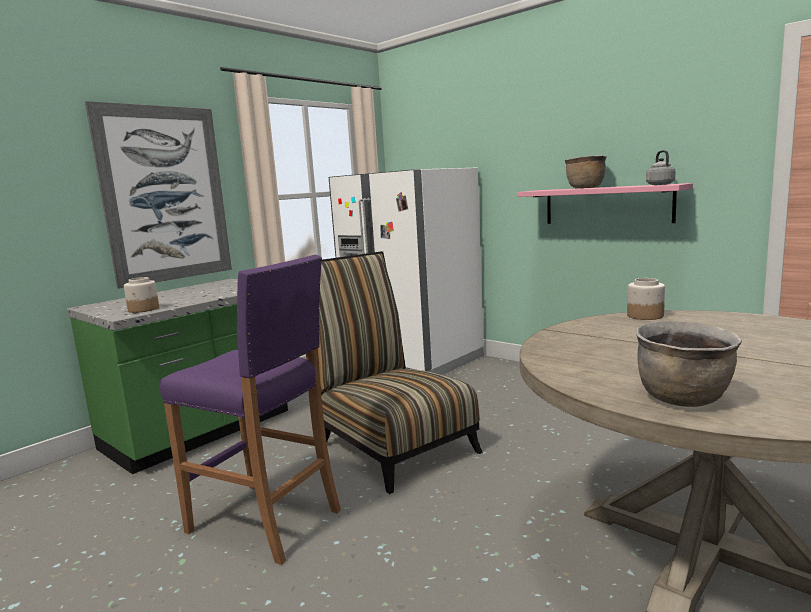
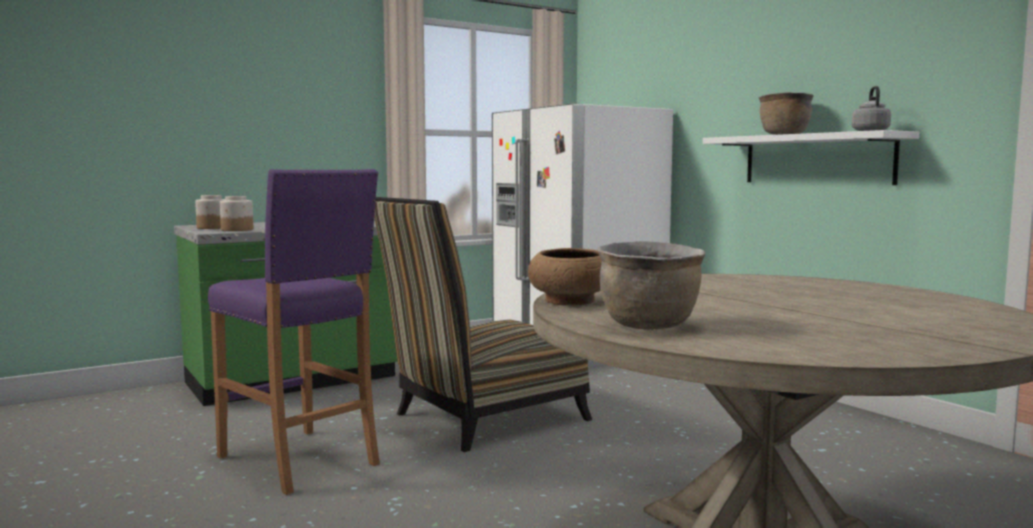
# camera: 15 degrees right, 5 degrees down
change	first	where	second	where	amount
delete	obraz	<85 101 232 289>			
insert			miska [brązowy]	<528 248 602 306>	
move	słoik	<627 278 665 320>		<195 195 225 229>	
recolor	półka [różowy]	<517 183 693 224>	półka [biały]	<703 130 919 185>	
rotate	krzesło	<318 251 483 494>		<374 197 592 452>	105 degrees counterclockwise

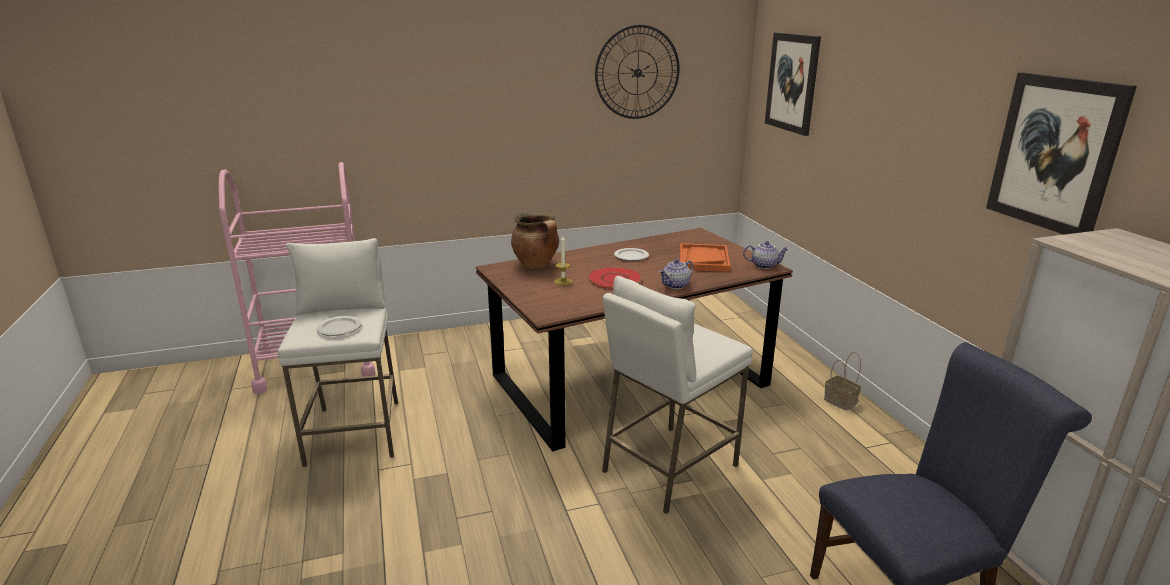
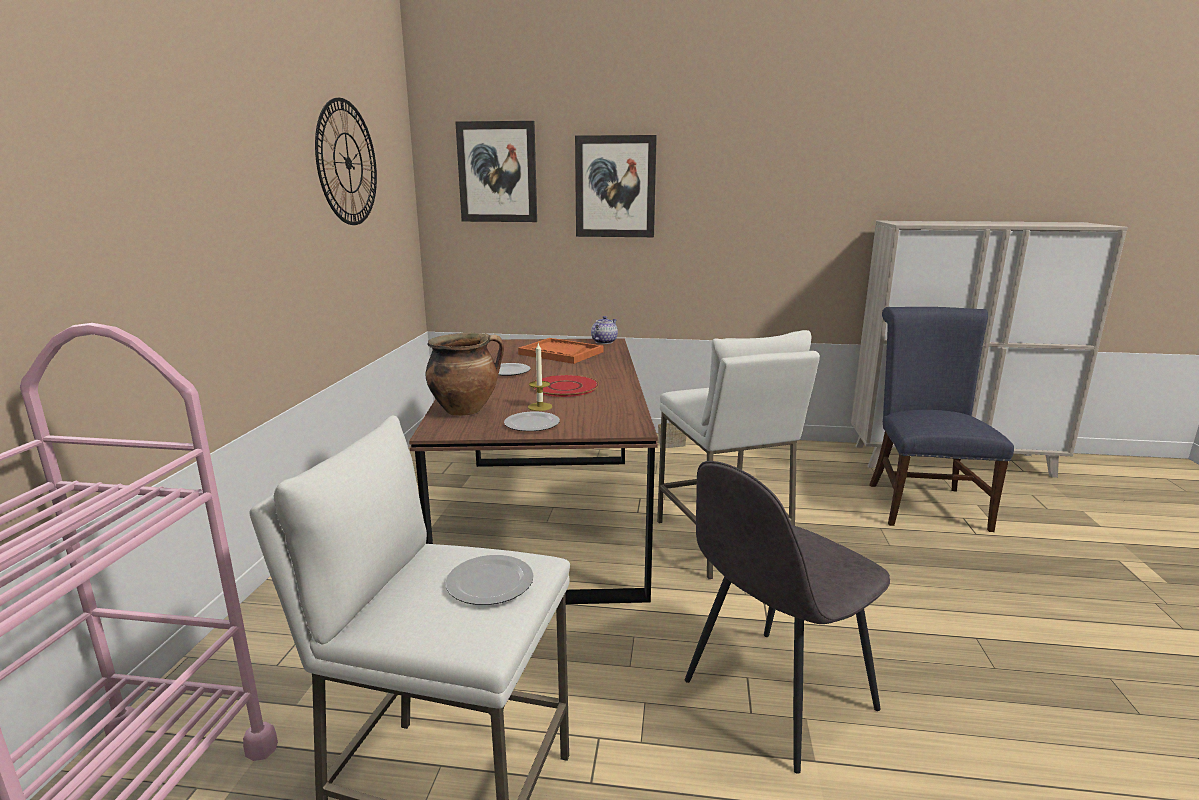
# camera: 65 degrees left, 5 degrees down
change	first	where	second	where	amount
delete	imbryk	<659 259 693 289>			
insert			talerz	<504 412 560 431>	
insert			krzesło [szary]	<685 461 890 774>	
move	obraz	<986 72 1137 235>		<575 135 657 237>	

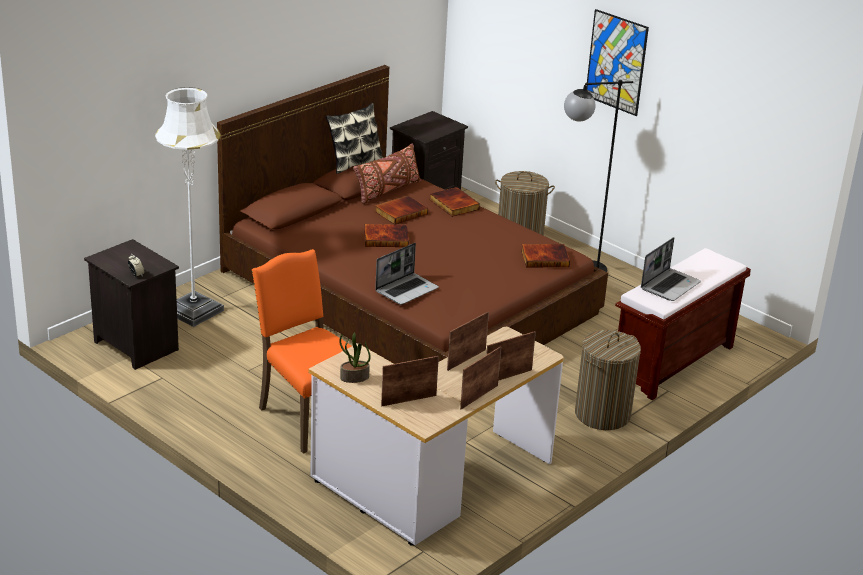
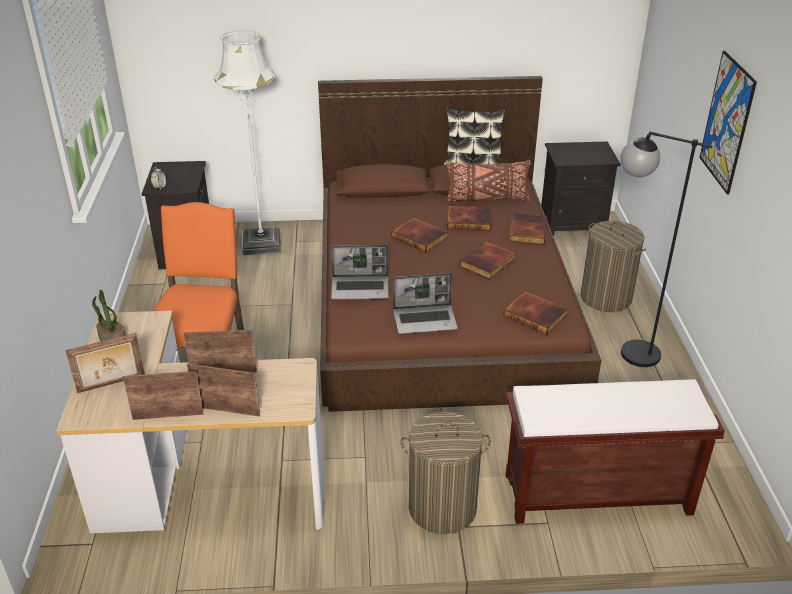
# camera: 45 degrees right, 5 degrees up
change	first	where	second	where	amount
insert			książka	<460 241 516 280>	
move	laptop	<641 237 701 301>		<393 273 458 334>	
rotate	ramka na zdjęcie	<381 356 439 406>		<66 333 145 393>	135 degrees clockwise

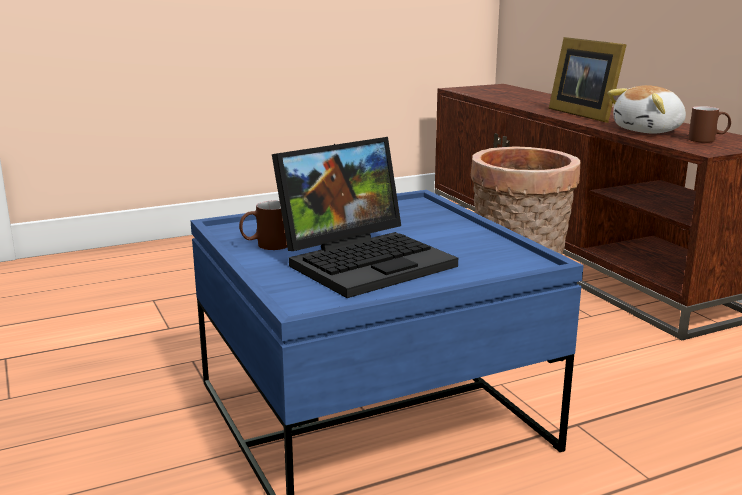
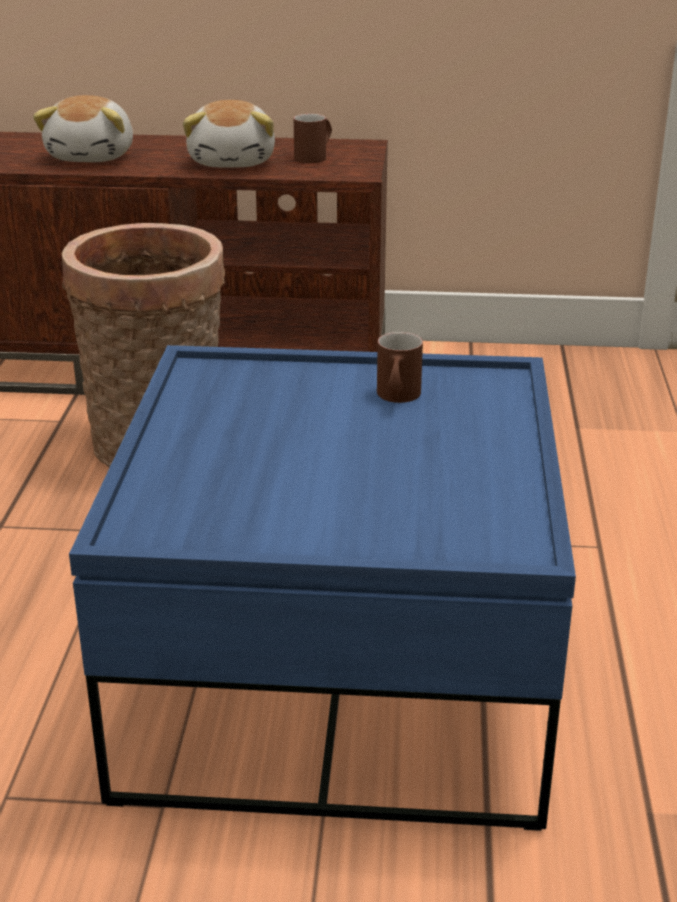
# camera: 60 degrees left, 10 degrees up
change	first	where	second	where	amount
delete	laptop	<272 137 458 298>			
move	kubek [brązowy]	<239 200 287 250>		<377 332 423 403>	
replace	ramka na zdjęcie	<549 37 627 123>	pluszak	<33 95 133 162>	

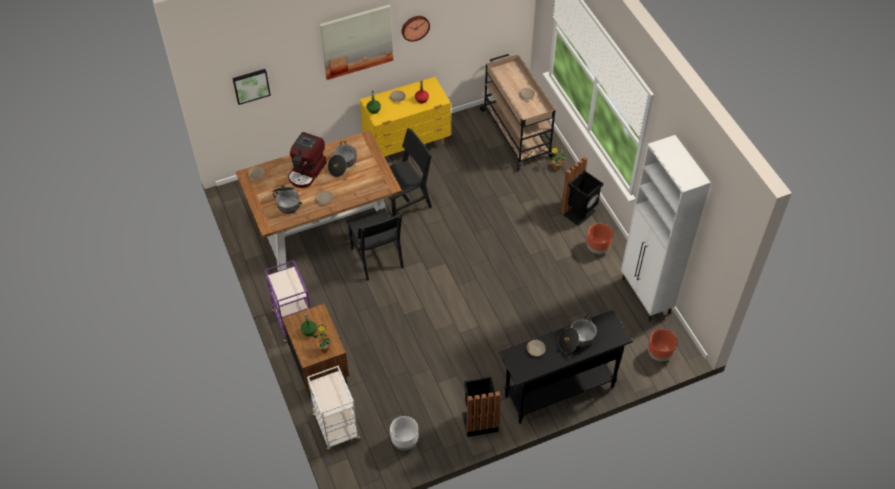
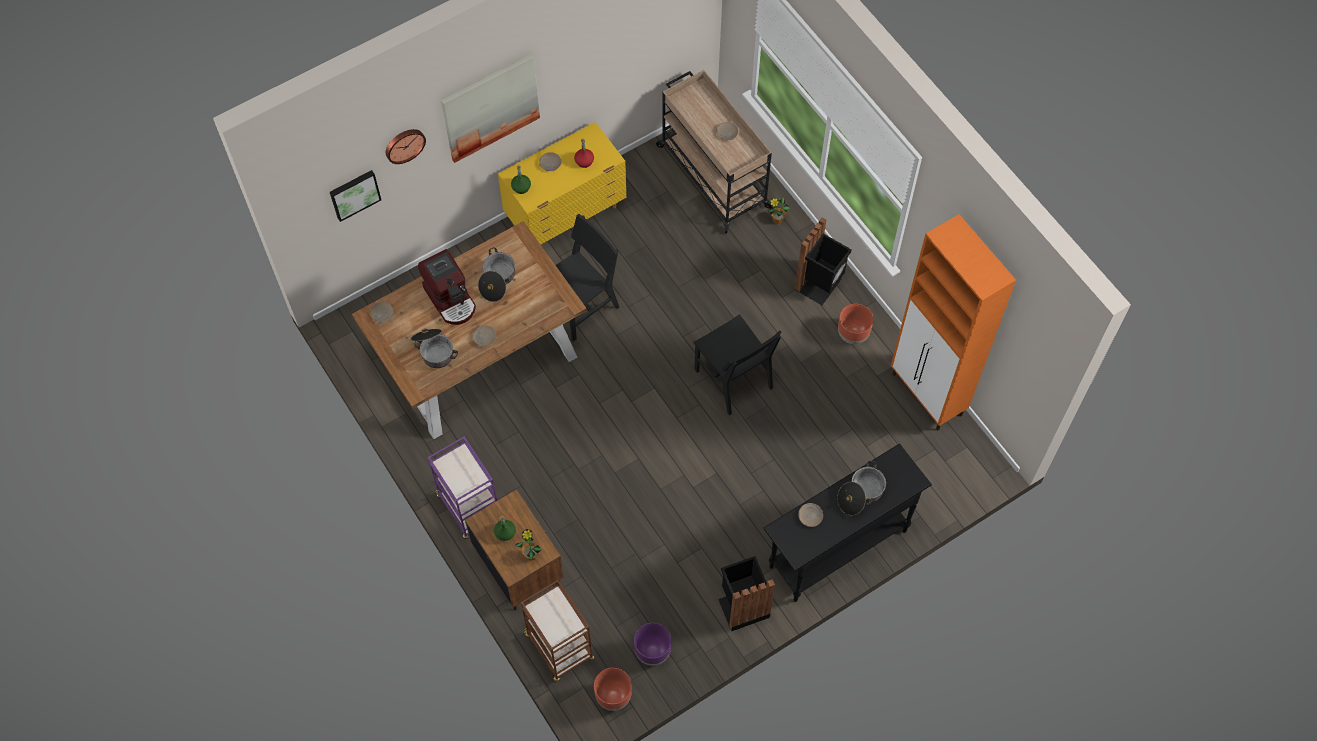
# camera: 10 degrees left, 10 degrees up
change	first	where	second	where	amount
move	krzesło [czarny]	<346 208 404 281>		<693 314 782 415>	
move	zegar ścienny	<402 16 430 42>		<386 129 426 164>	
move	donica [brązowy]	<648 329 677 362>		<594 668 632 711>	
recolor	wózek [biały]	<307 365 360 451>	wózek [brązowy]	<521 580 594 682>	
recolor	donica [biały]	<390 416 418 450>	donica [fioletowy]	<634 623 671 666>	
recolor	szafka [biały]	<621 135 711 321>	szafka [pomarańczowy]	<891 214 1016 431>	
rotate	ekspres do kawy	<288 132 327 188>		<418 249 476 325>	45 degrees counterclockwise

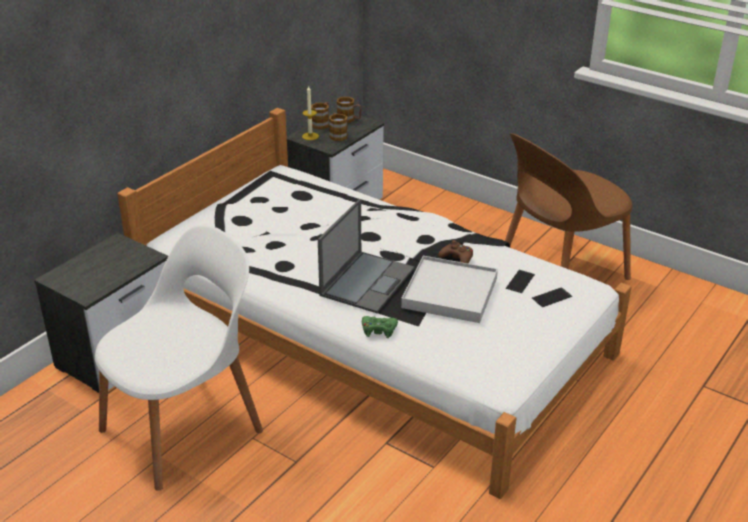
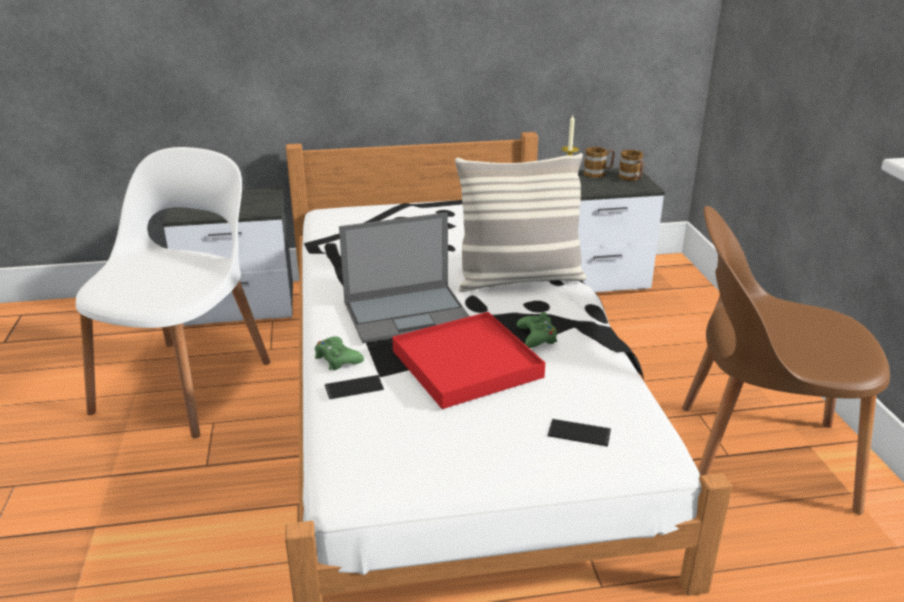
# camera: 45 degrees right, 5 degrees down
change	first	where	second	where	amount
delete	kubek	<329 113 348 141>			
insert			poduszka	<455 153 587 292>	
move	telefon	<506 270 535 293>		<325 375 384 399>	
recolor	taca [biały]	<401 256 498 323>	taca [czerwony]	<392 312 545 409>	
recolor	pad do gier [brązowy]	<438 240 473 263>	pad do gier [zielony]	<517 312 557 348>	
rotate	krzesło [biały]	<95 225 263 491>		<76 147 270 438>	75 degrees counterclockwise

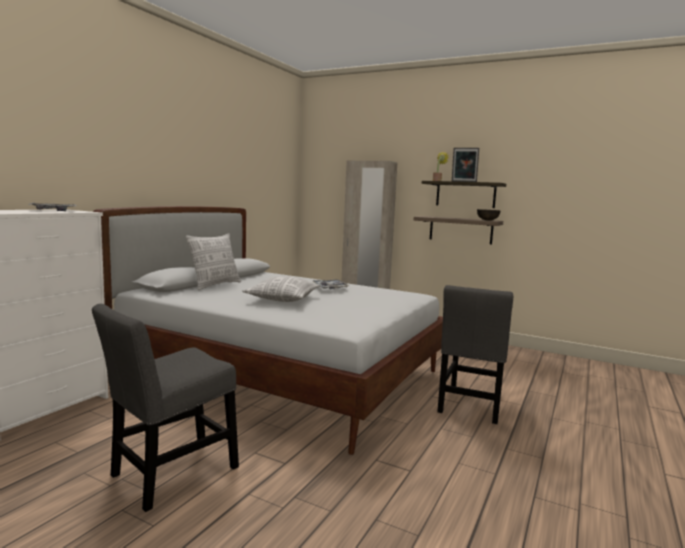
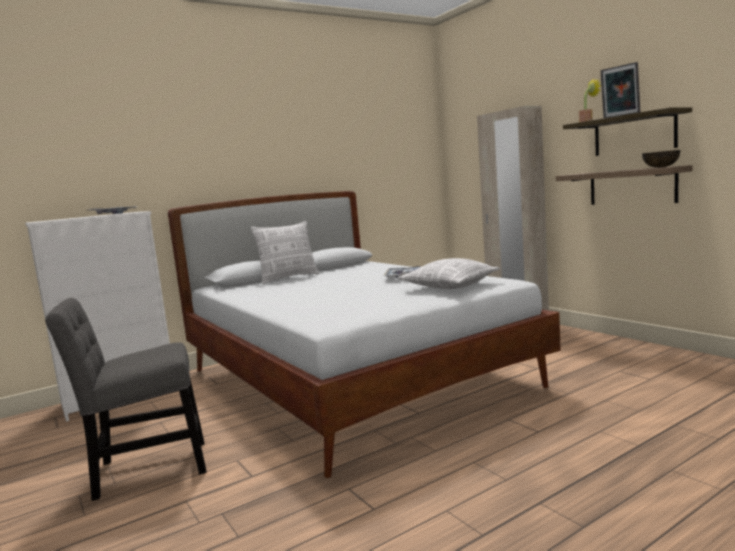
# camera: 30 degrees right, 0 degrees up
change	first	where	second	where	amount
delete	krzesło [szary]	<437 285 513 424>			
move	poduszka	<242 276 320 302>		<397 258 500 289>	

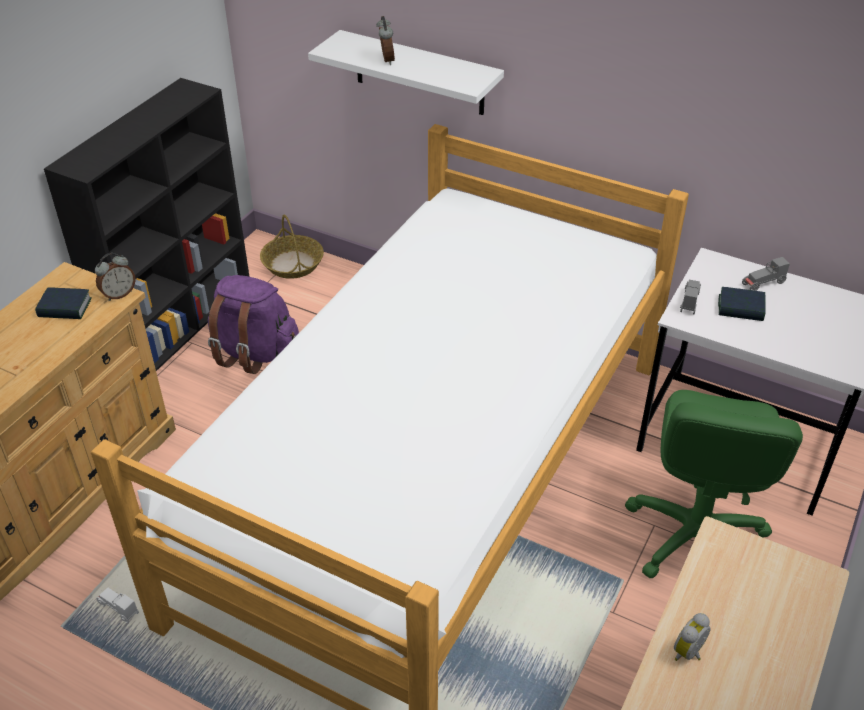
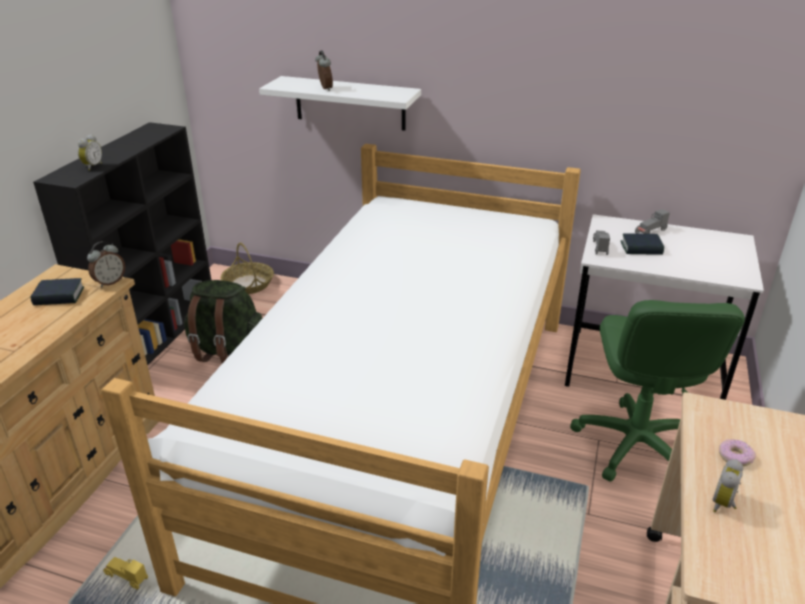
# camera: 10 degrees left, 10 degrees down
change	first	where	second	where	amount
insert			budzik	<78 134 102 171>	
insert			donut	<719 439 756 466>	
recolor	samochodzik [biały]	<96 588 139 624>	samochodzik [żółty]	<103 557 148 590>	
recolor	plecak [fioletowy]	<208 275 299 374>	plecak [zielony]	<184 280 263 363>	

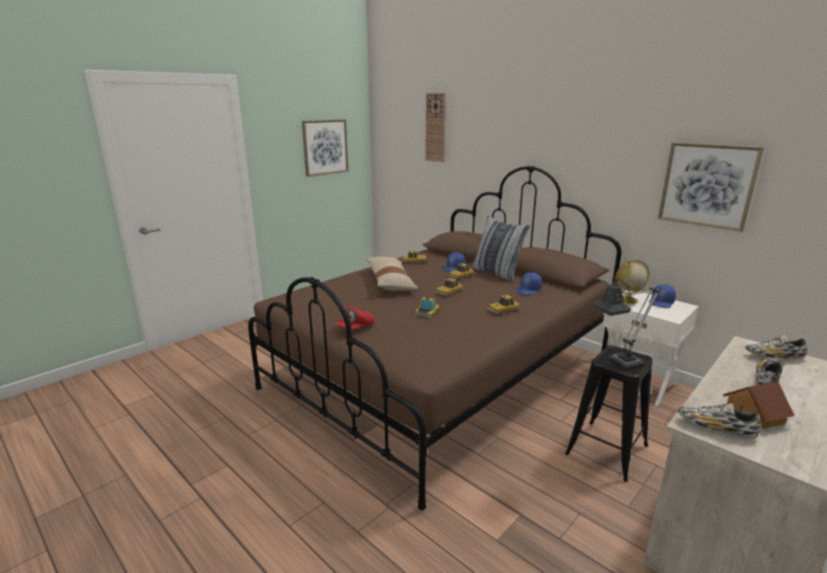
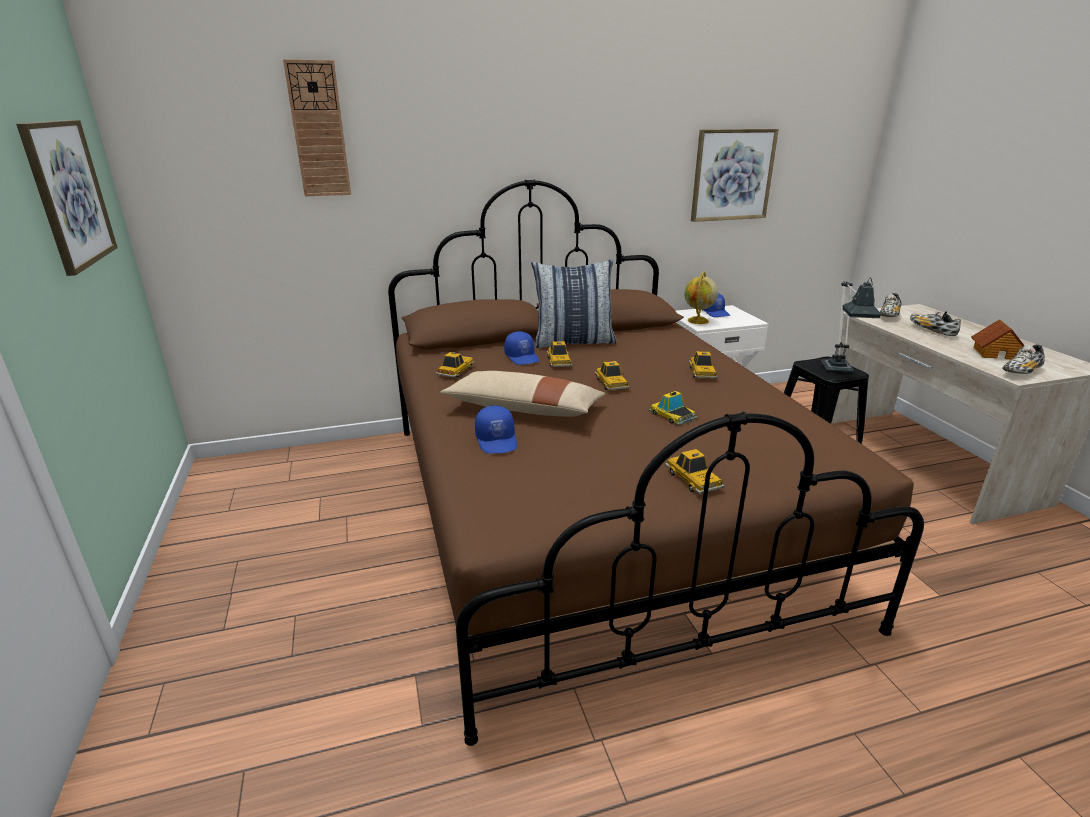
# camera: 60 degrees left, 5 degrees up
change	first	where	second	where	amount
move	czapka z daszkiem [niebieski]	<515 272 542 295>		<475 405 517 454>	
replace	czapka z daszkiem [czerwony]	<335 306 374 329>	samochodzik	<665 449 725 494>	

